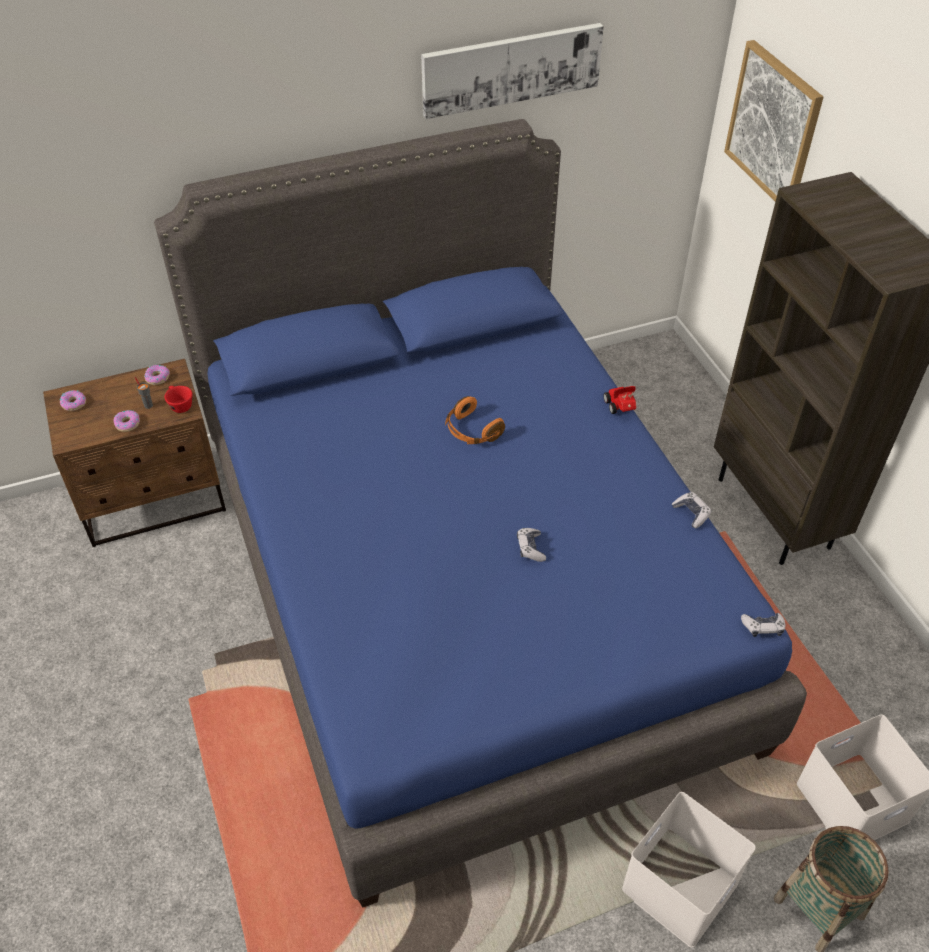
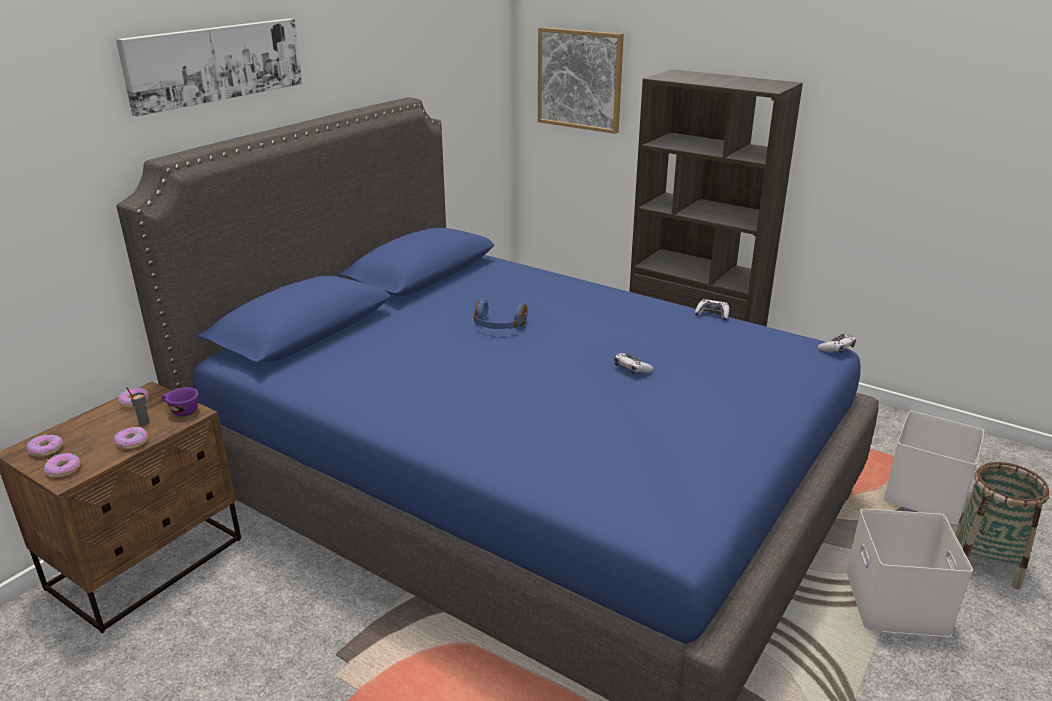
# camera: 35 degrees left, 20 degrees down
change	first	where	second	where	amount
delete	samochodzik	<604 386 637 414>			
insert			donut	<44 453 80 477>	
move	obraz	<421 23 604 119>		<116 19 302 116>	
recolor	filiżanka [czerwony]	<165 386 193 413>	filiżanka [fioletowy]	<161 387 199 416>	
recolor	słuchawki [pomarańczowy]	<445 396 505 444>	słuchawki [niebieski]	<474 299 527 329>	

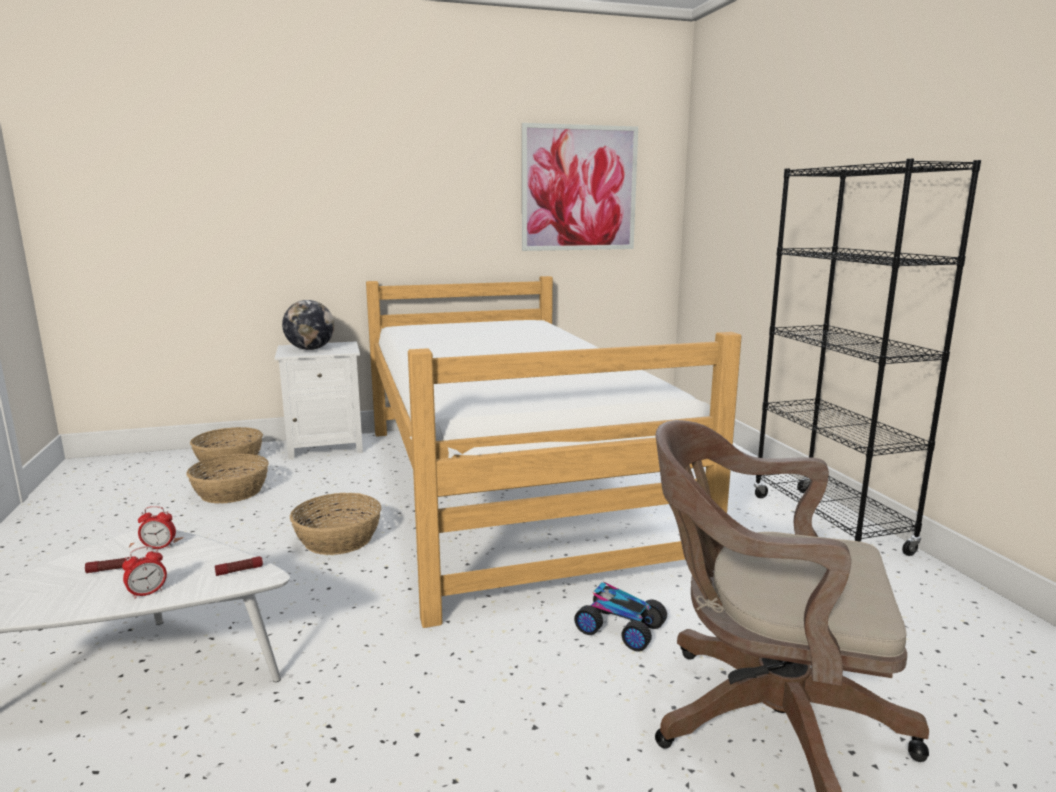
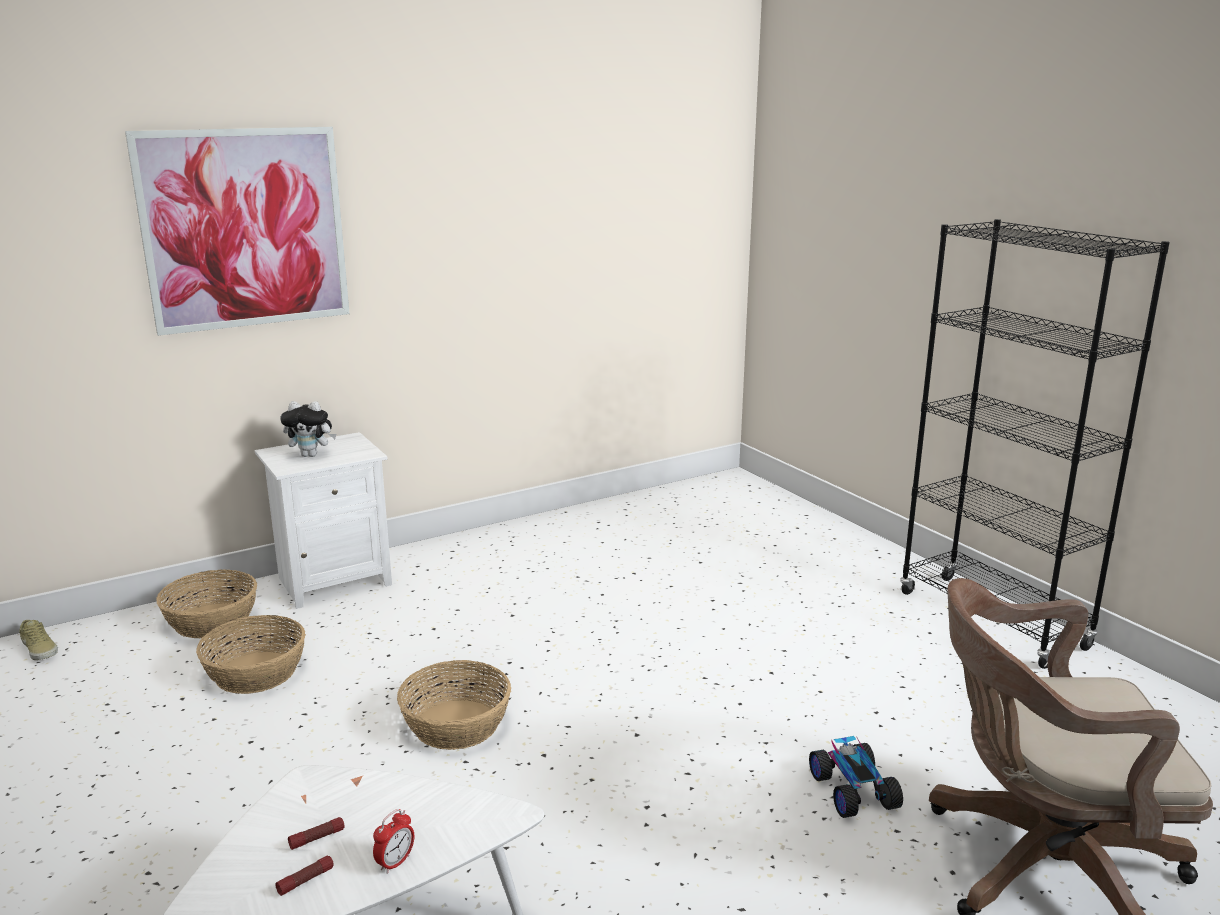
# camera: 15 degrees left, 5 degrees up
change	first	where	second	where	amount
delete	budzik	<138 506 176 549>			
delete	łóżko	<366 276 742 628>			
insert			but [beżowy]	<19 620 58 660>	
move	latarka	<215 556 263 576>		<275 856 334 896>	
move	obraz	<522 123 638 251>		<125 127 350 336>	
replace	globus	<282 300 334 350>	pluszak	<280 401 336 457>	
rotate	samochodzik	<574 581 667 652>		<809 736 903 818>	60 degrees clockwise

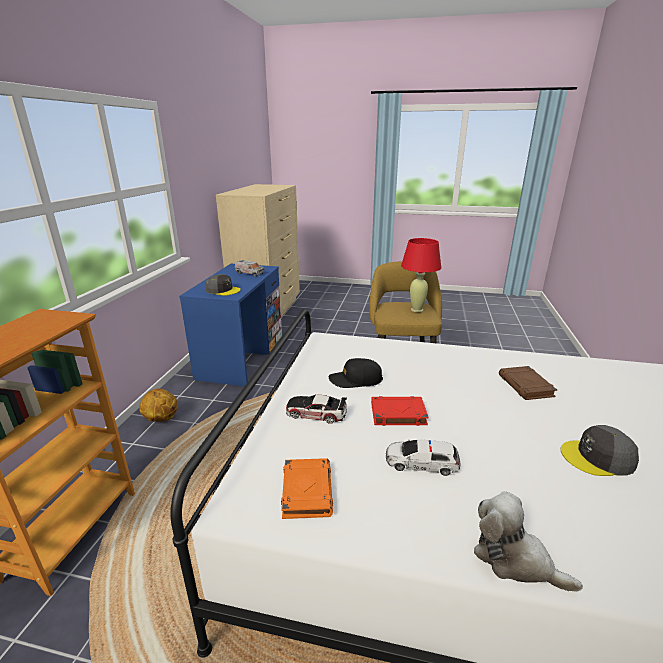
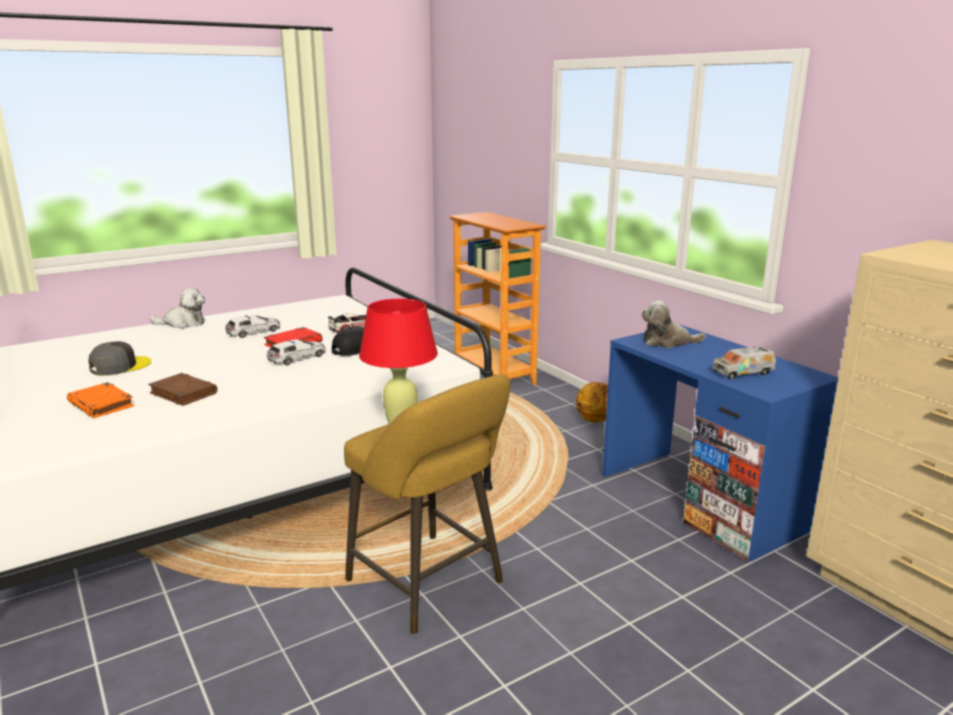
# camera: 135 degrees right, 5 degrees down
change	first	where	second	where	amount
insert			samochodzik	<267 339 325 365>	
move	książka [pomarańczowy]	<281 458 333 519>		<67 382 134 418>	
replace	czapka z daszkiem [szary]	<206 274 241 296>	pluszak	<641 301 706 348>	

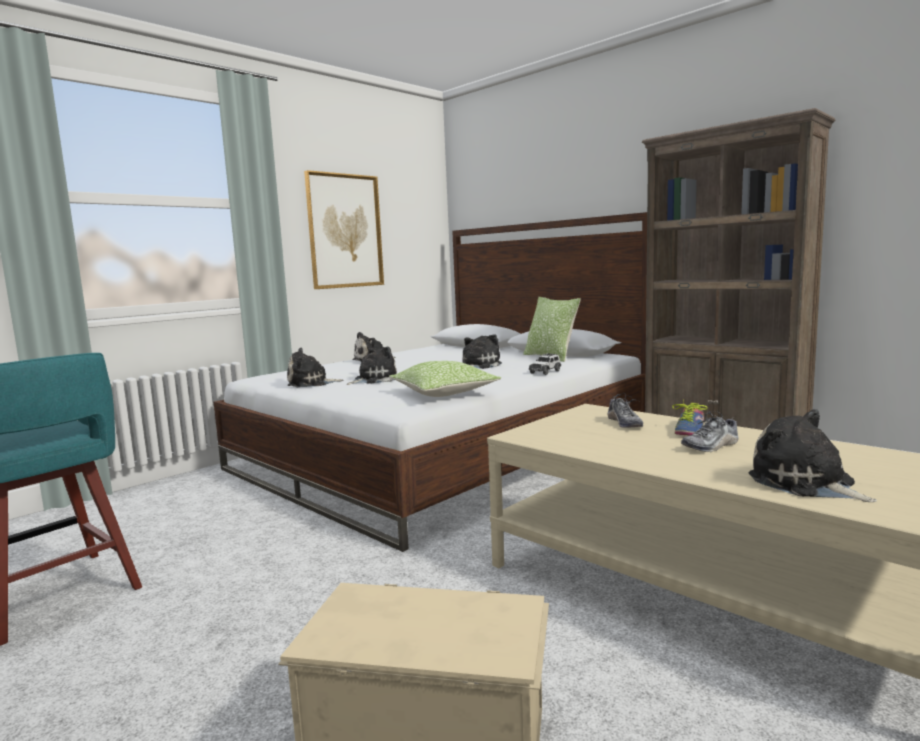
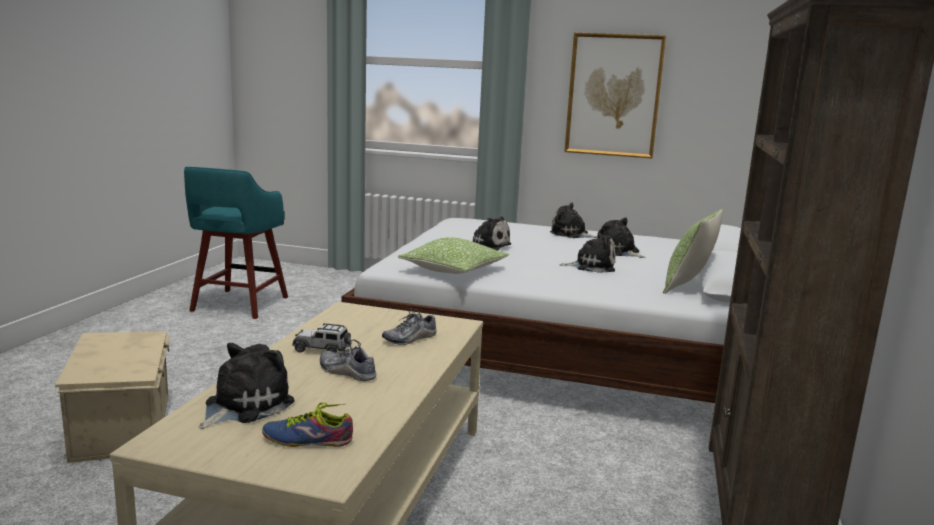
# camera: 60 degrees right, 5 degrees up
change	first	where	second	where	amount
move	pluszak	<287 347 343 387>		<596 217 645 258>	
move	samochodzik	<529 353 561 375>		<292 323 352 353>	
move	but	<672 399 708 435>		<262 402 353 447>	

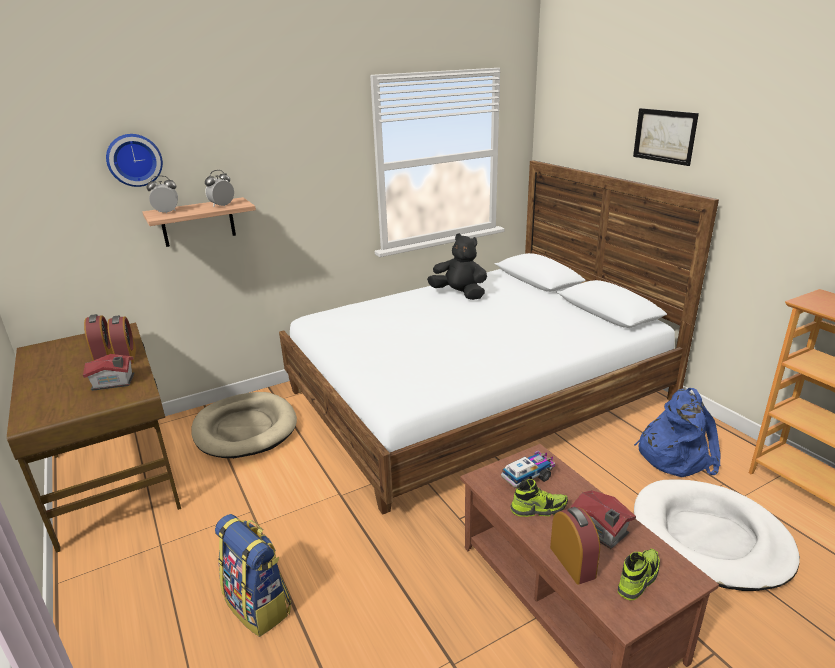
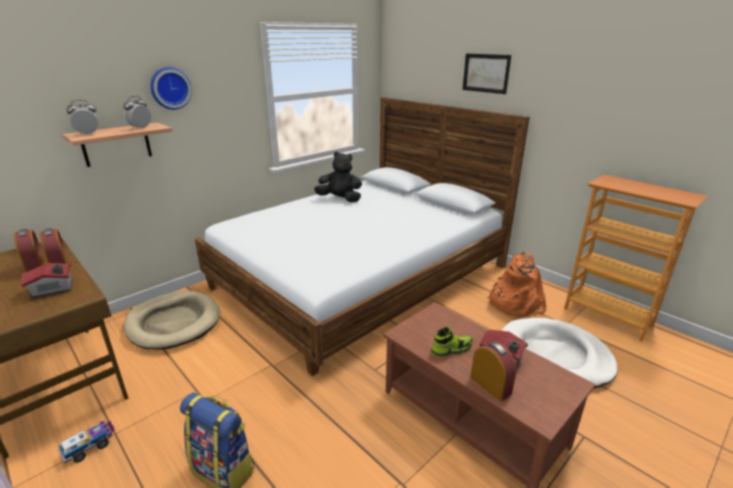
# camera: 15 degrees left, 0 degrees up
change	first	where	second	where	amount
delete	but	<618 549 660 600>			
move	zegar ścienny	<106 134 163 187>		<150 67 192 110>	
move	ciężarówka zabawkowa	<501 451 555 488>		<58 420 115 463>	
recolor	plecak [niebieski]	<634 388 721 477>	plecak [pomarańczowy]	<486 252 546 317>	

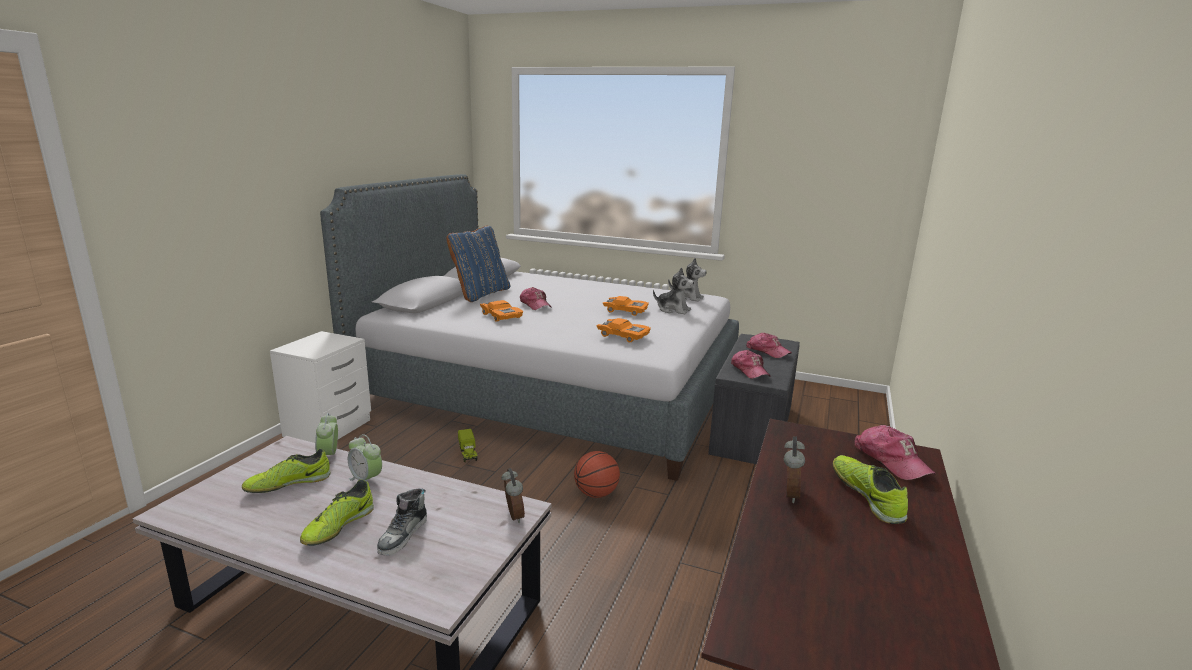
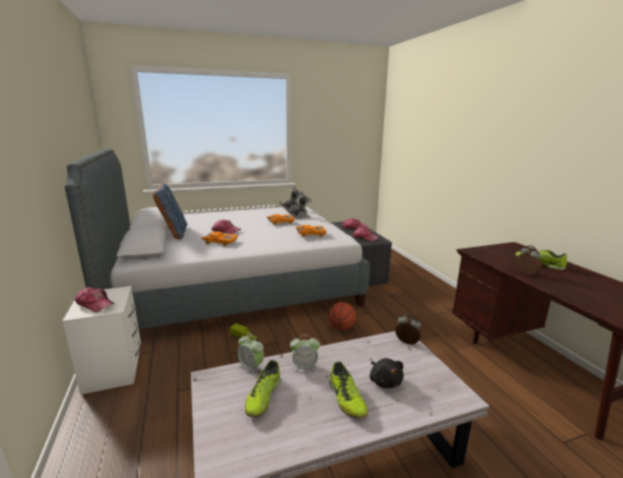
# camera: 40 degrees left, 0 degrees up
change	first	where	second	where	amount
move	czapka z daszkiem	<855 425 936 480>		<75 287 115 313>	
replace	but	<377 488 427 555>	pluszak [czarny]	<370 358 404 388>	

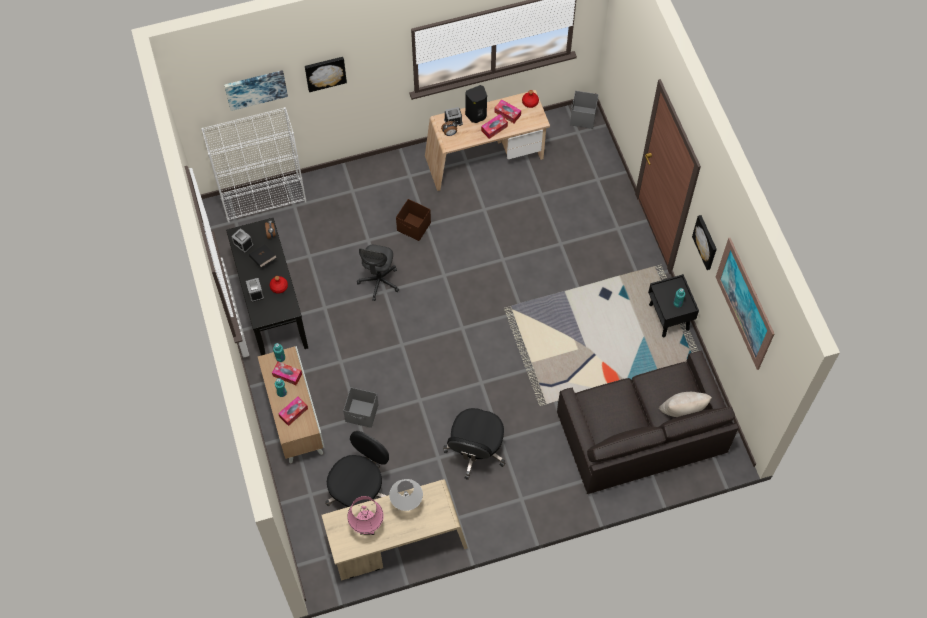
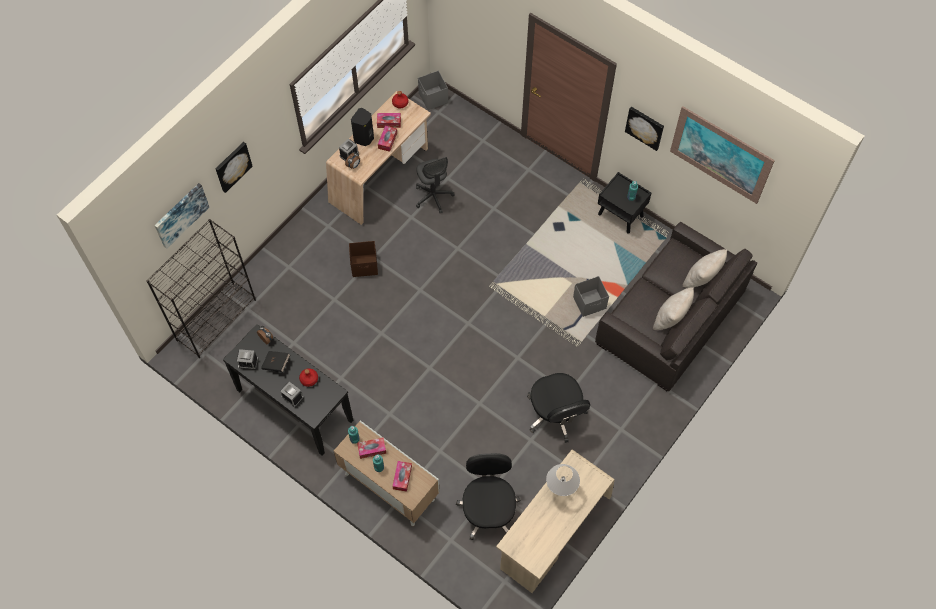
# camera: 35 degrees left, 0 degrees up
change	first	where	second	where	amount
delete	lampa stołowa [różowy]	<347 496 384 535>			
insert			poduszka [beżowy]	<653 287 694 330>	
move	pojemnik do przechowywania [szary]	<343 387 379 428>		<573 276 609 317>	
move	krzesło biurowe [szary]	<357 245 399 301>		<416 157 455 213>	
recolor	regał [biały]	<201 107 306 223>	regał [czarny]	<146 219 256 358>	

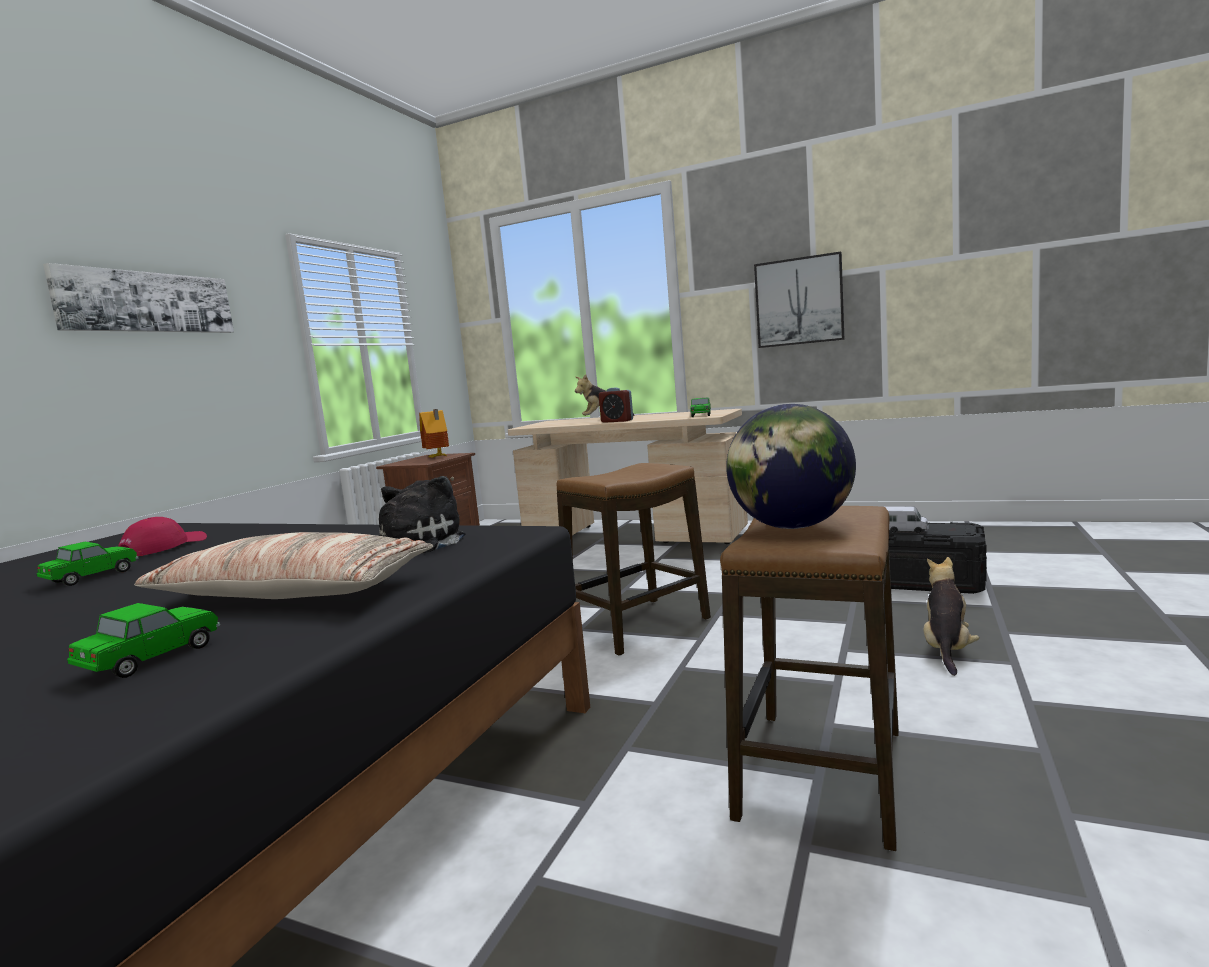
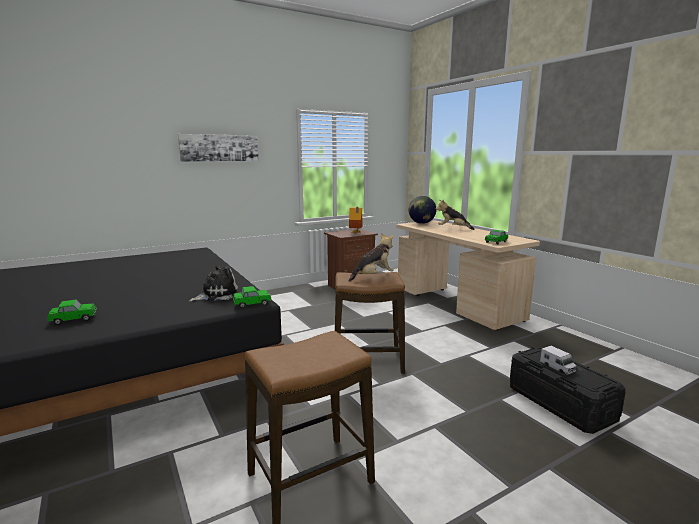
# camera: 35 degrees right, 5 degrees up
change	first	where	second	where	amount
delete	czapka z daszkiem [czerwony]	<118 517 207 556>			
delete	poduszka	<134 532 433 599>			
delete	budzik	<599 387 633 423>			
delete	obraz	<754 251 845 348>			
move	samochodzik	<37 542 138 586>		<233 286 272 308>	
move	globus	<726 404 856 529>		<409 196 436 224>	
move	pluszak	<924 557 980 676>		<349 233 394 282>	

